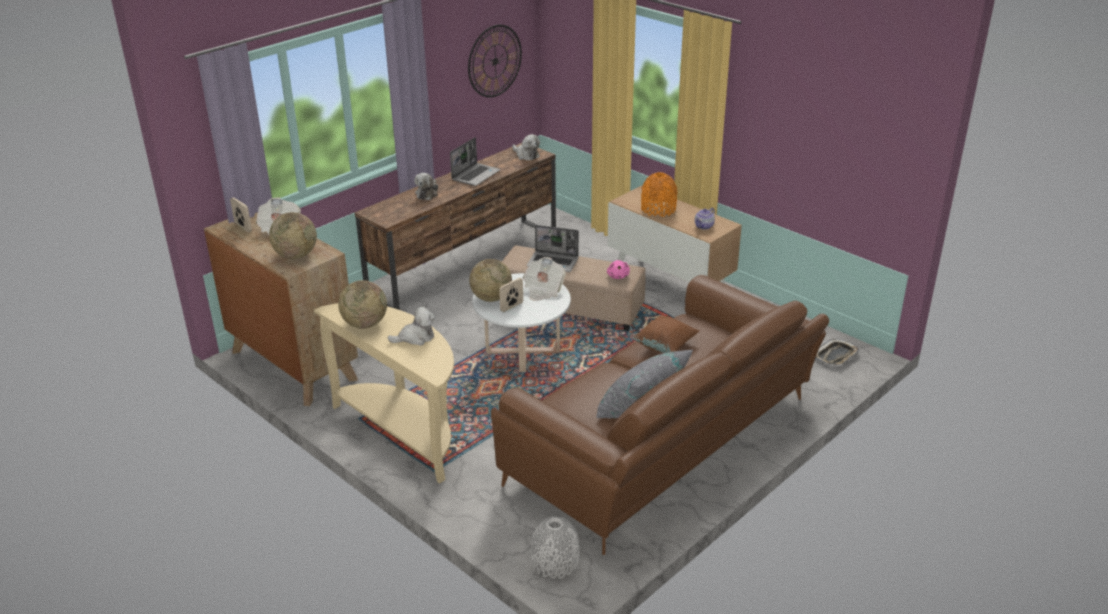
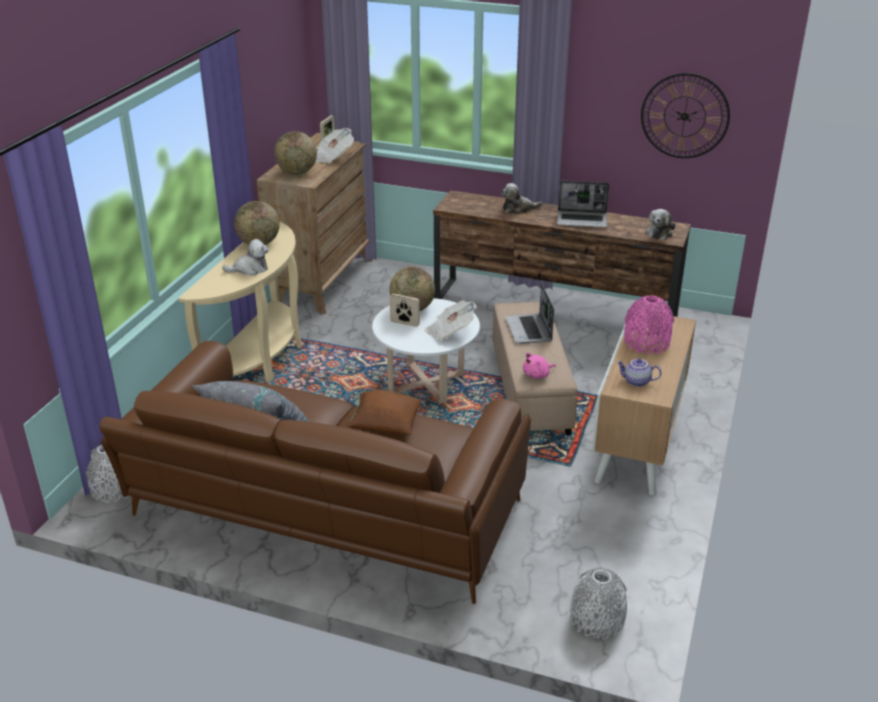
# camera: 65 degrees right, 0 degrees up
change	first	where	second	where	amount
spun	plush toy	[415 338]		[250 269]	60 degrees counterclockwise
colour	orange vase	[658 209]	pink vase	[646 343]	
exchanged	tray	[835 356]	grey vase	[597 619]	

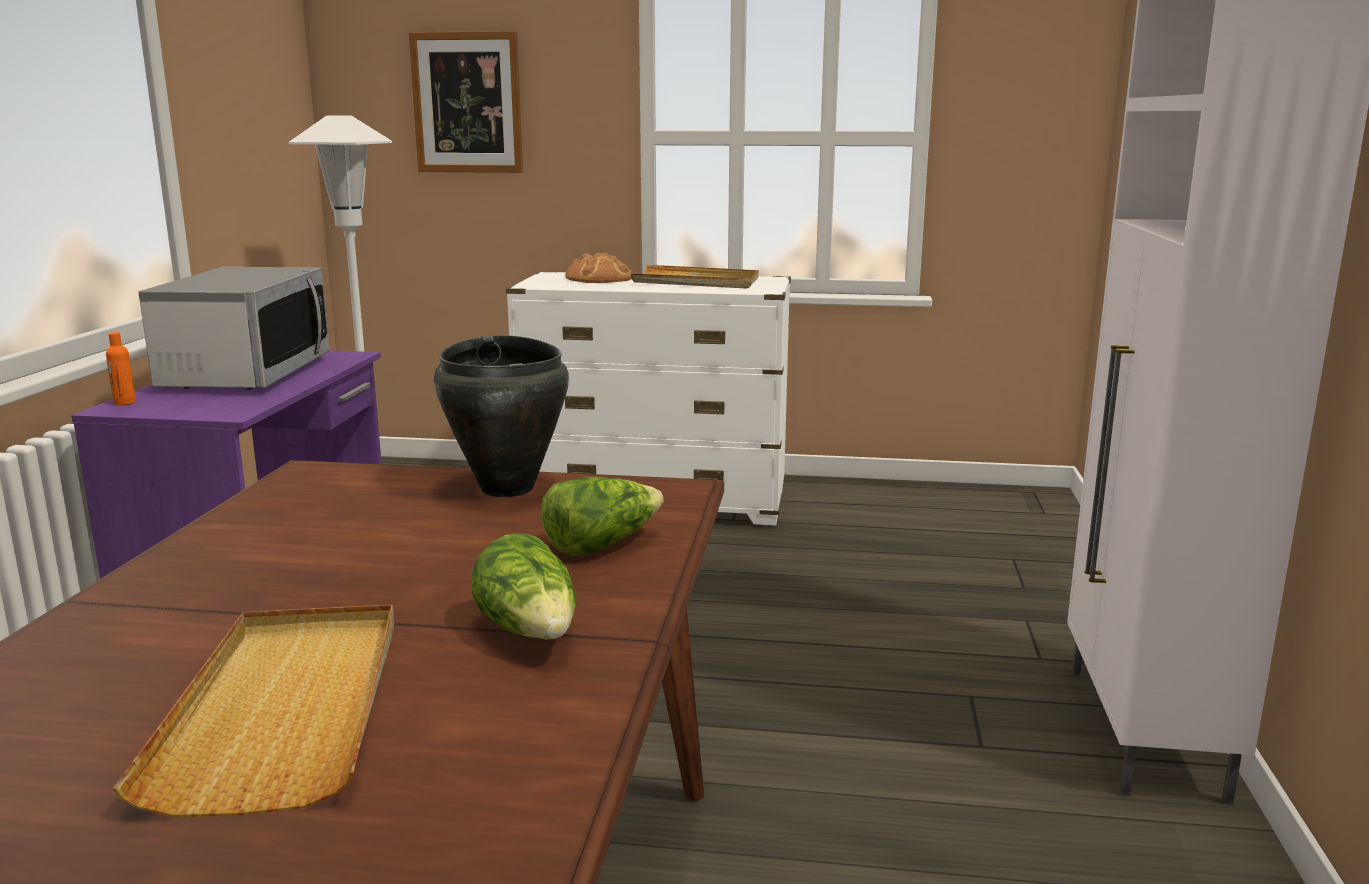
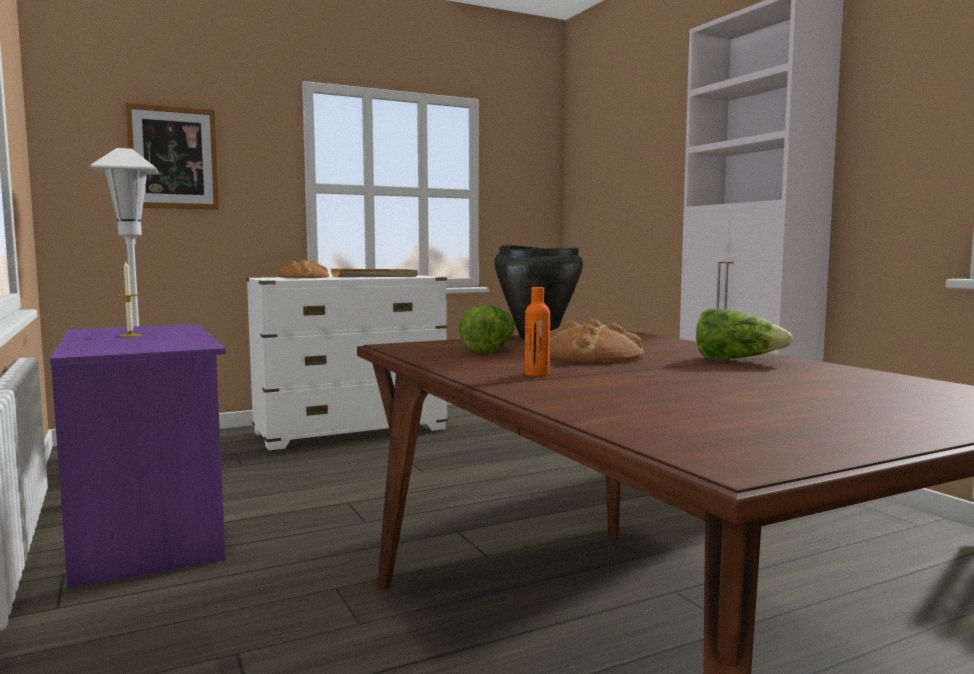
# camera: 35 degrees left, 10 degrees down
change	first	where	second	where	amount
relocated	orange bottle	[124 403]		[537 374]	
missing	beige tray	[286 709]			
exchanged	microwave	[246 374]	candle	[130 335]	
relocated	lettuce	[601 545]		[489 350]	
appeared			bread	[592 355]	

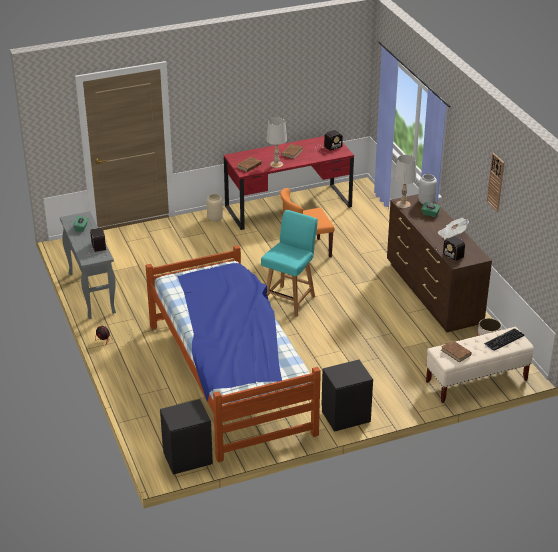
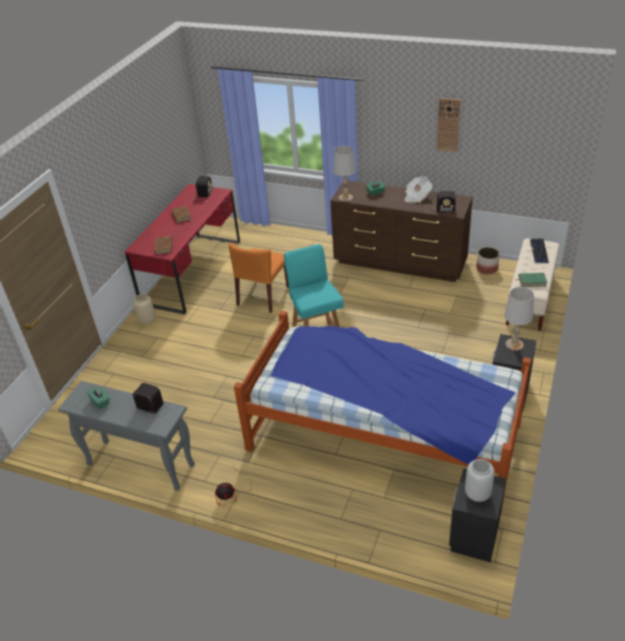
# camera: 45 degrees left, 5 degrees up
change	first	where	second	where	amount
relocated	white table lamp	[276 164]		[514 344]	
relocated	grey vase	[426 202]		[477 494]	
colour	brown book	[455 352]	green book	[532 281]	

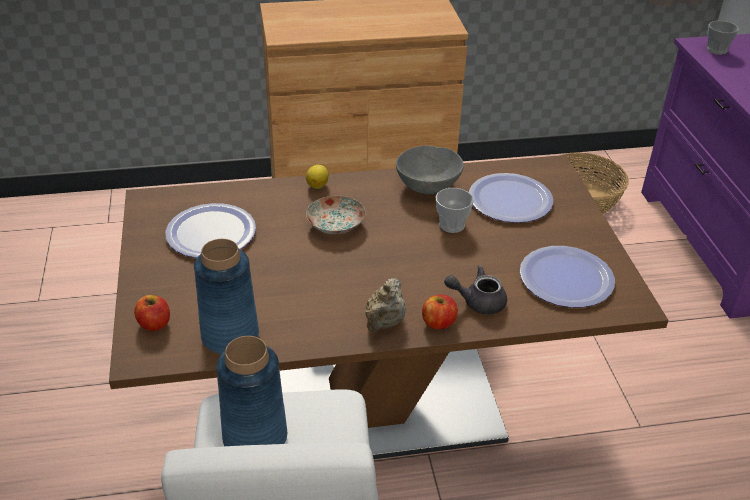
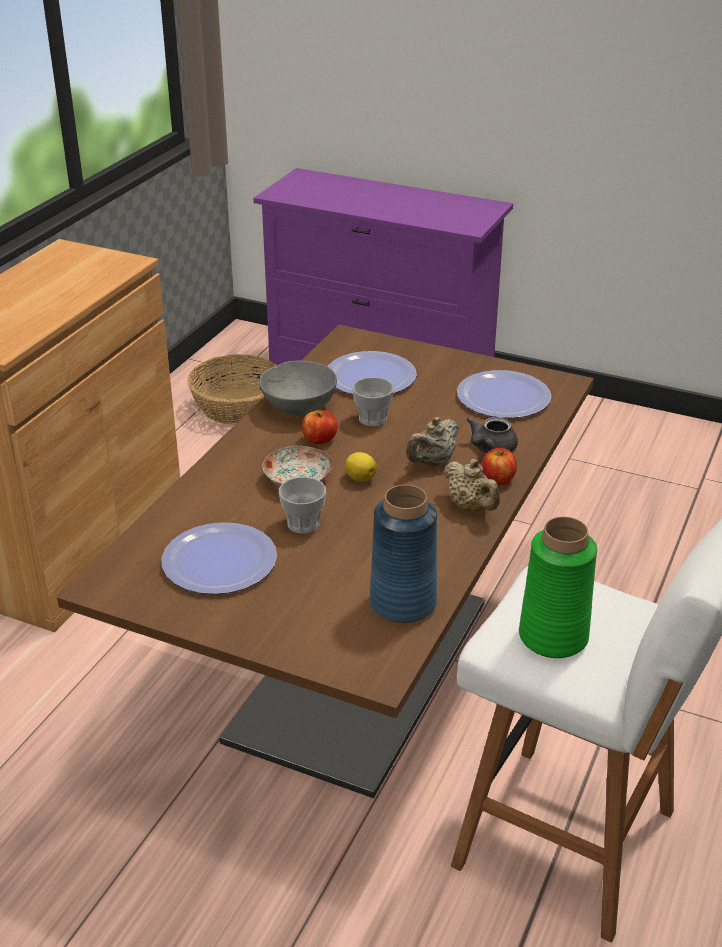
# camera: 55 degrees left, 5 degrees down
change	first	where	second	where	amount
relocated	apple	[154 324]		[319 439]	
colour	blue vase	[254 437]	green vase	[552 637]	
relocated	lemon	[318 185]		[360 478]	
relocated	cup	[716 50]		[303 524]	
appeared			beige teapot	[432 462]	

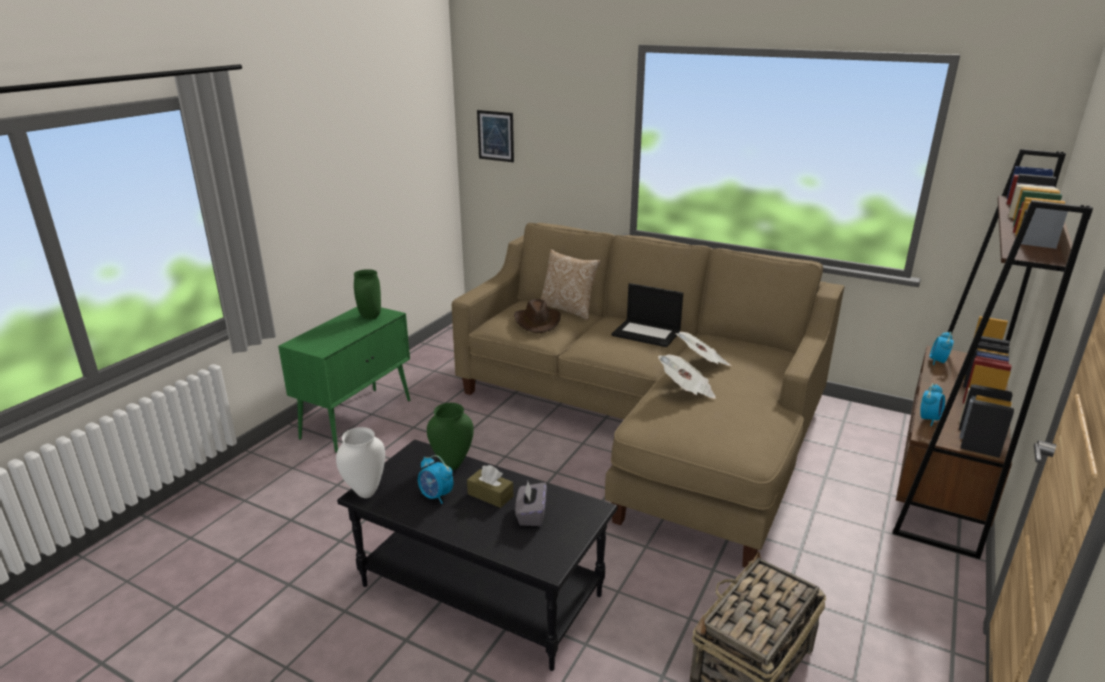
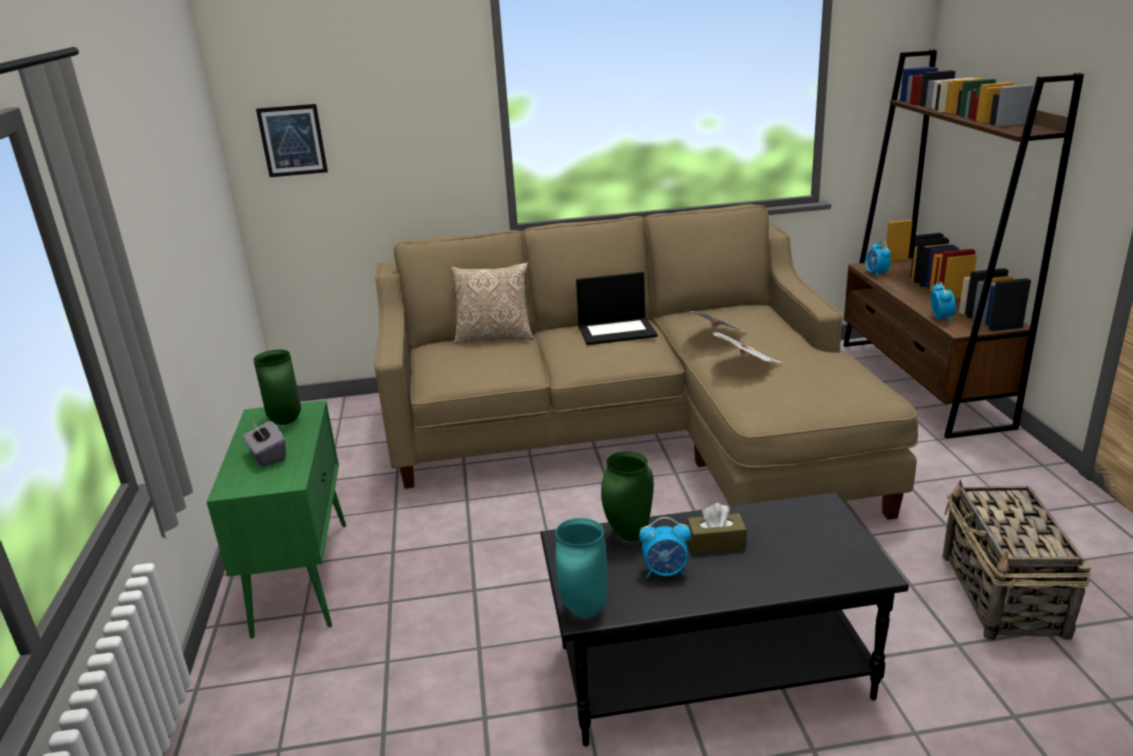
# camera: 35 degrees left, 0 degrees up
change	first	where	second	where	amount
colour	white vase	[366 493]	turquoise vase	[585 611]	
missing	brown hat	[537 322]			
relocated	grey tissue box	[531 514]		[267 456]	

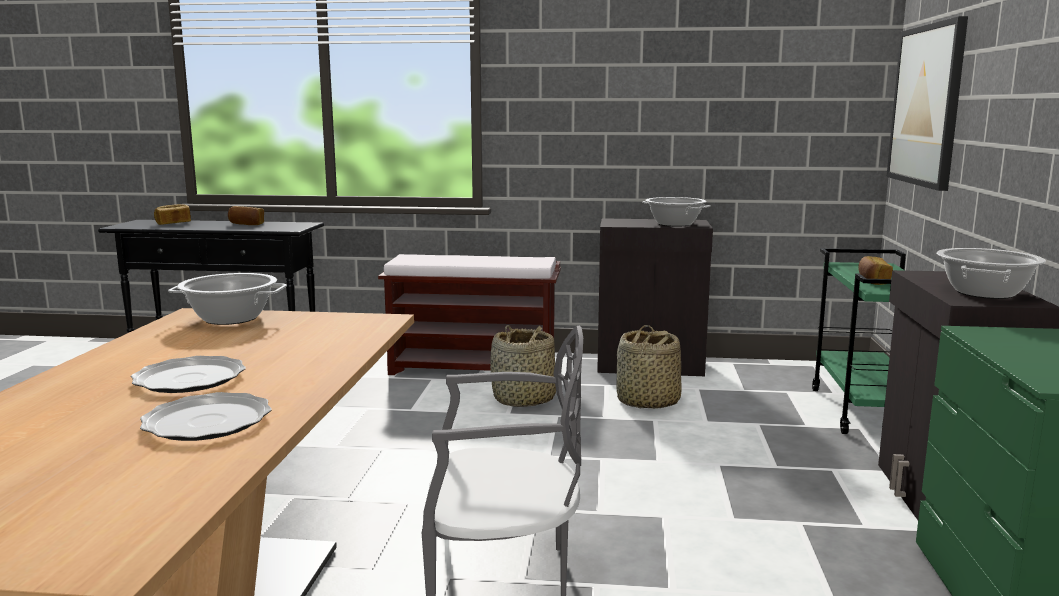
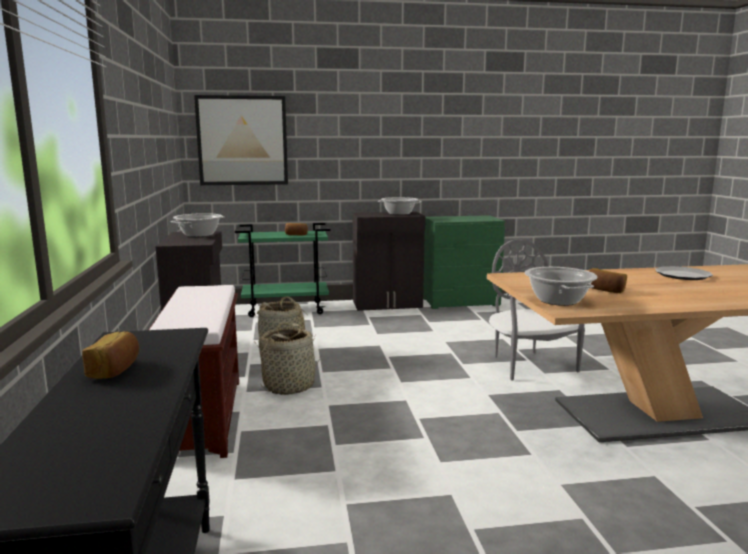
# camera: 105 degrees left, 0 degrees up
change	first	where	second	where	amount
missing	plate	[190 379]			
relocated	bread	[173 223]		[605 290]	

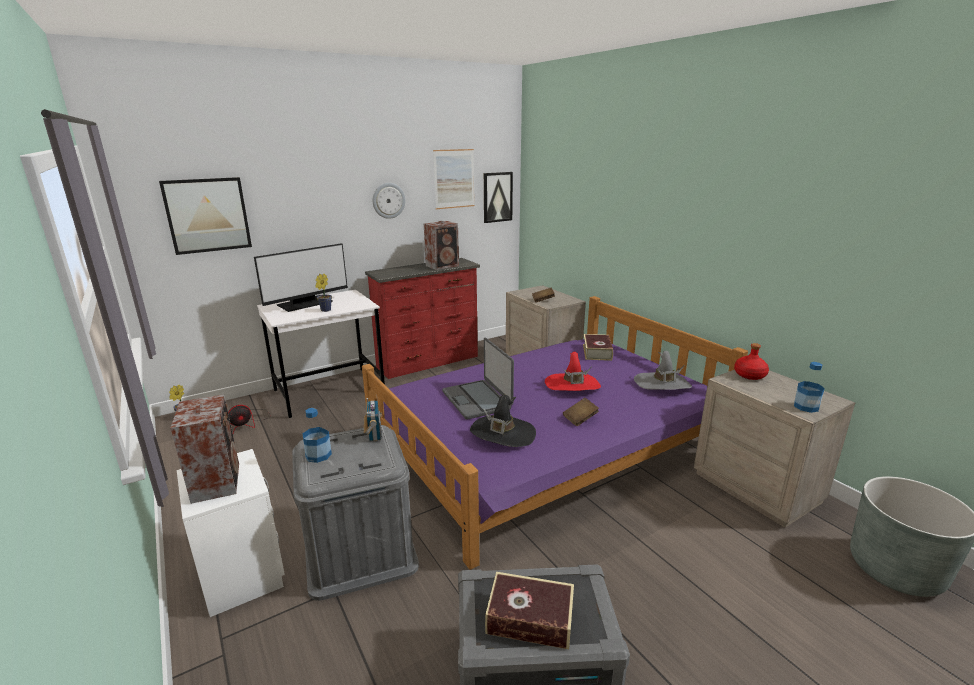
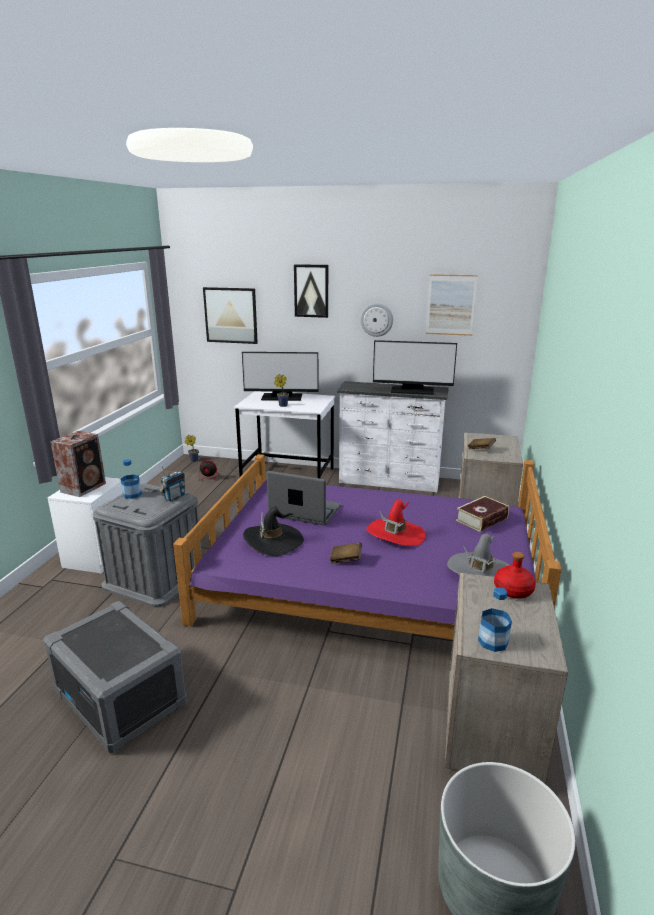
# camera: 45 degrees right, 0 degrees up
change	first	where	second	where	amount
colour	red dresser	[429 362]	white dresser	[389 481]	
exchanged	speaker	[443 266]	monitor	[412 390]	
spun	laptop	[477 400]		[304 512]	90 degrees clockwise
relocated	picture	[497 197]		[311 291]	
missing	book	[530 618]			

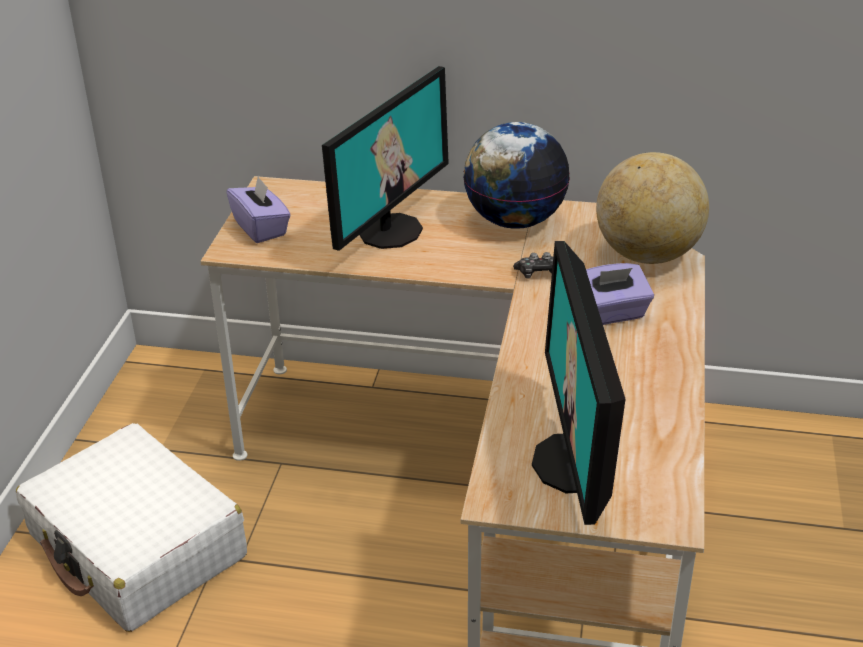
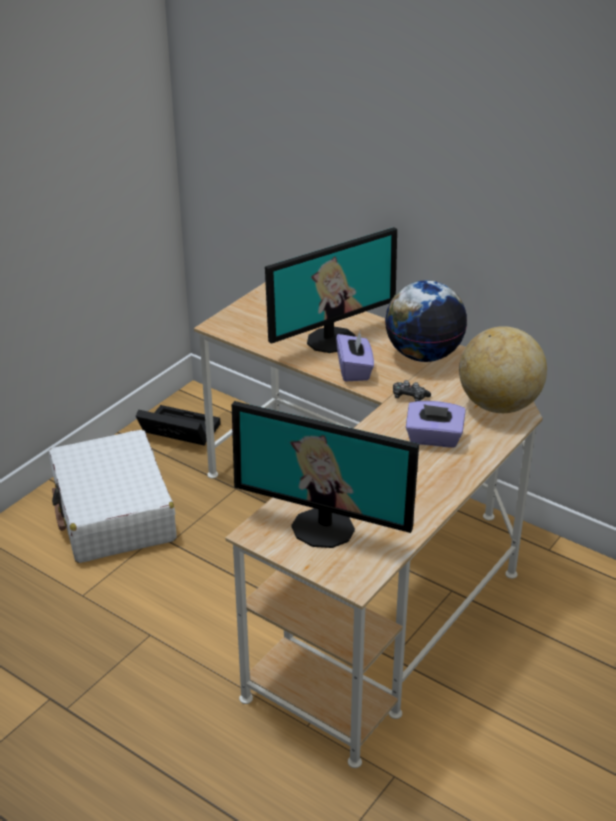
# camera: 25 degrees right, 0 degrees up
change	first	where	second	where	amount
relocated	purple tissue box	[261 228]		[354 370]	
spun	monitor	[574 463]		[323 527]	90 degrees counterclockwise
appeared			black storage box	[177 431]	

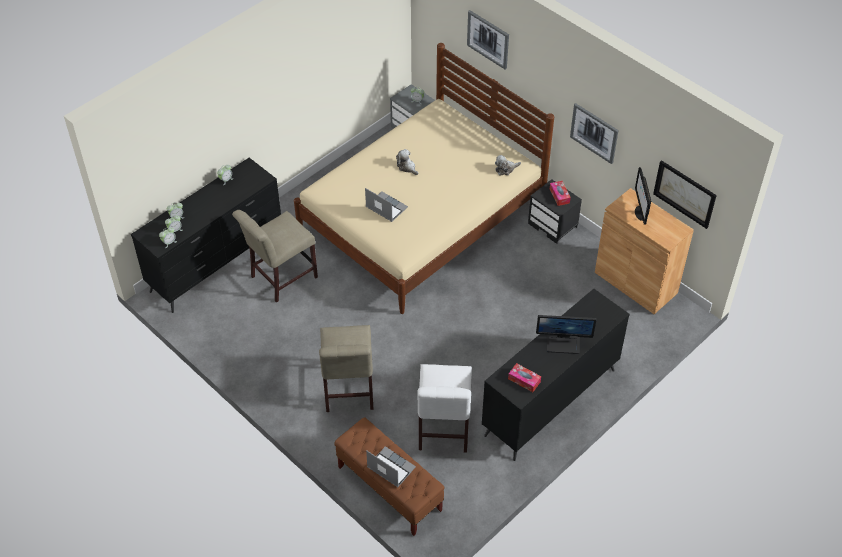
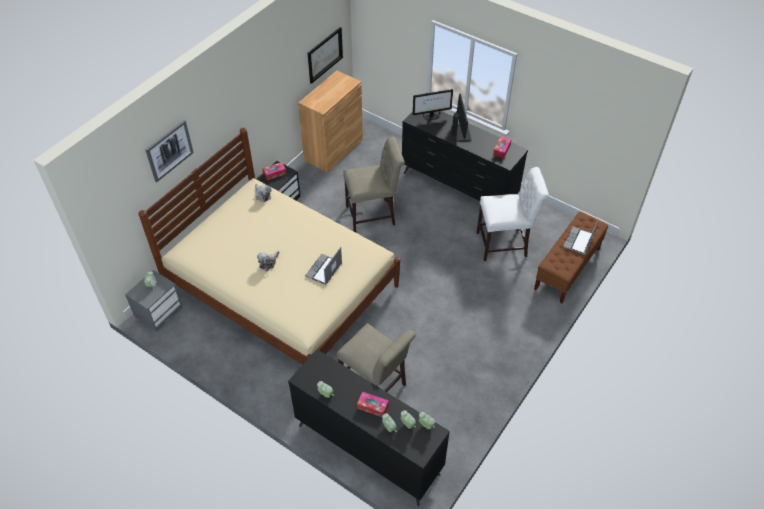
# camera: 100 degrees left, 0 degrees up
change	first	where	second	where	amount
relocated	beige chair	[348 391]		[373 215]	
missing	picture	[594 133]			
relocated	monitor	[640 213]		[431 117]	
appeared			tissue box	[372 406]	

